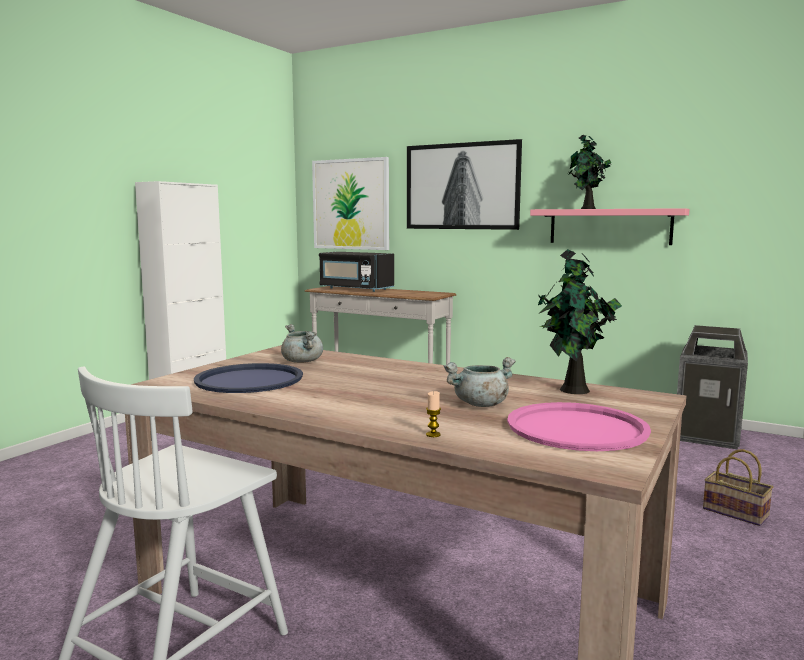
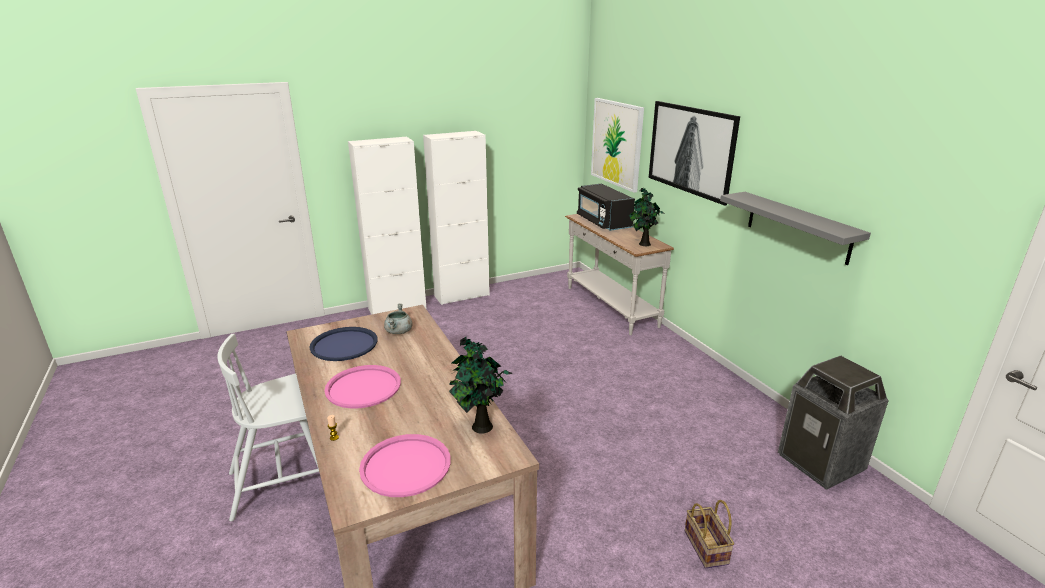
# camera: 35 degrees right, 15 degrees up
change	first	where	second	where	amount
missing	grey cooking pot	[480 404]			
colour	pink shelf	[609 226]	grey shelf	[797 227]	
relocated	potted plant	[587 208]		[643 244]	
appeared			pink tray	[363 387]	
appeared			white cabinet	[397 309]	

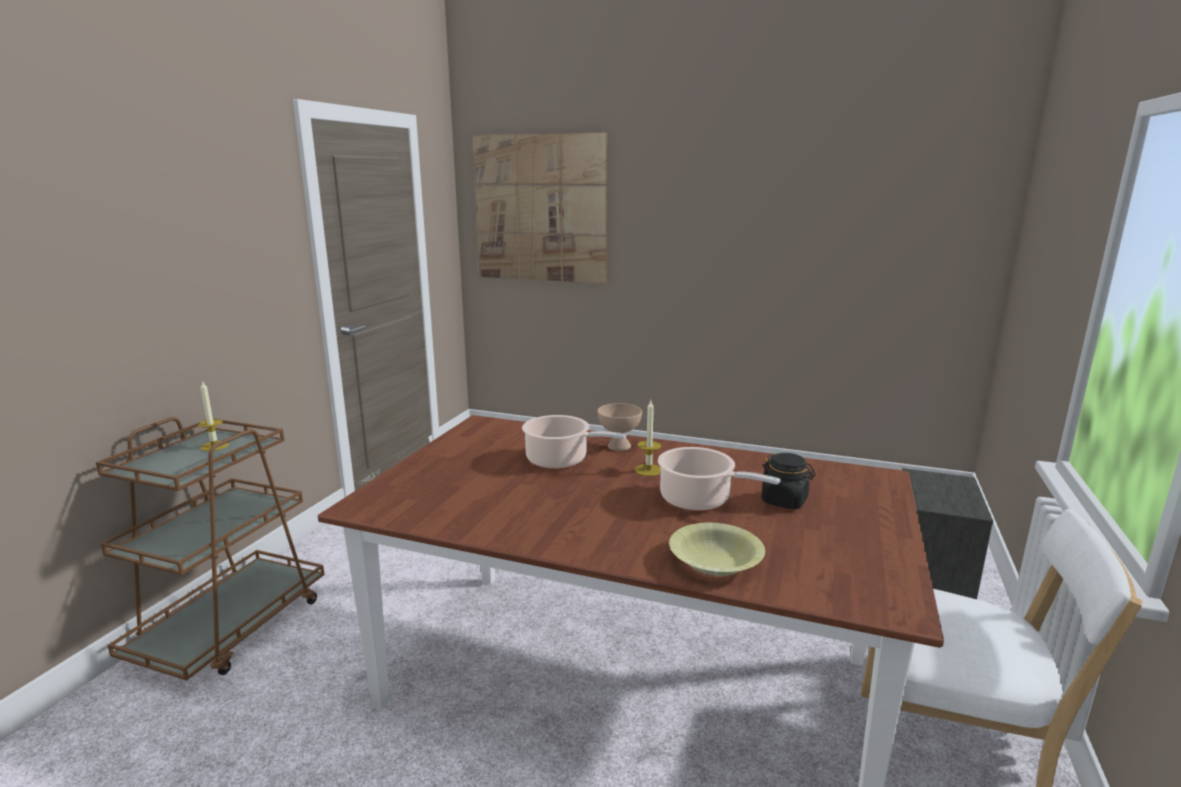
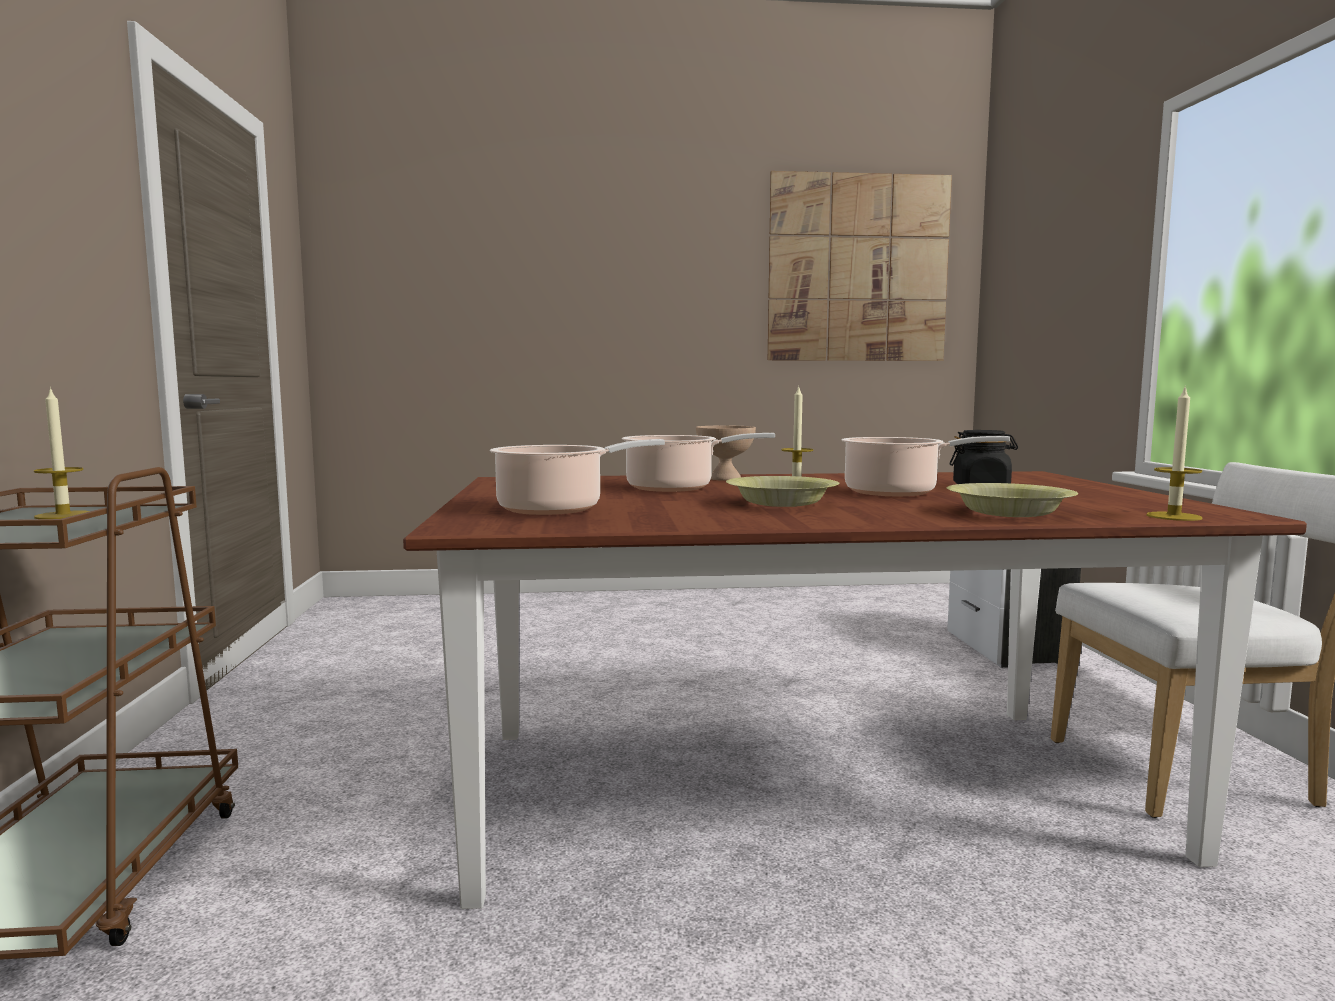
# camera: 25 degrees left, 10 degrees down
change	first	where	second	where	amount
relocated	picture	[540 209]		[858 268]	
appeared			cooking pot	[557 508]	
appeared			yellow bowl	[781 503]	
appeared			candle	[1174 516]	

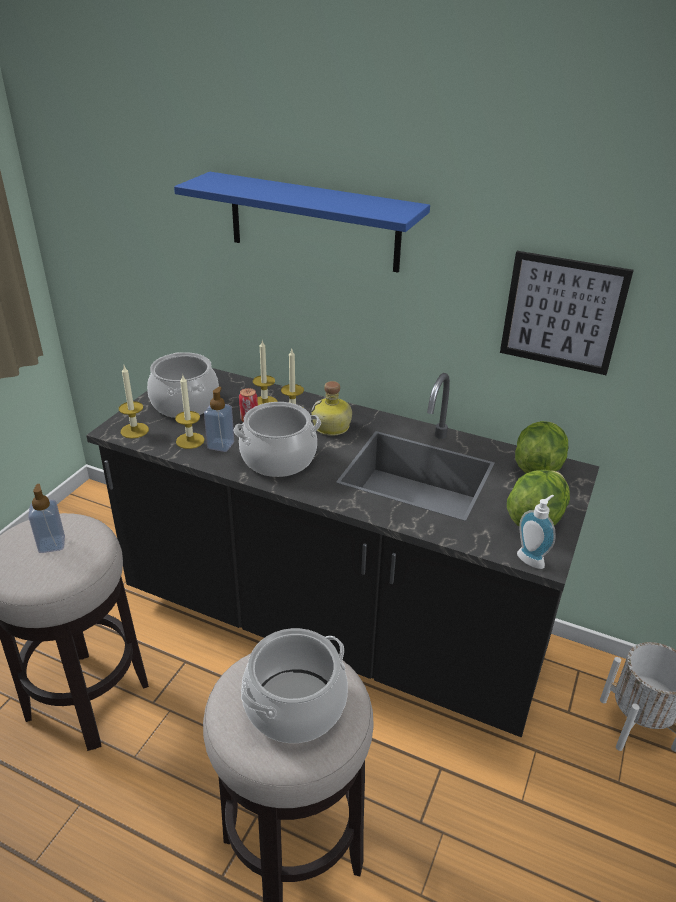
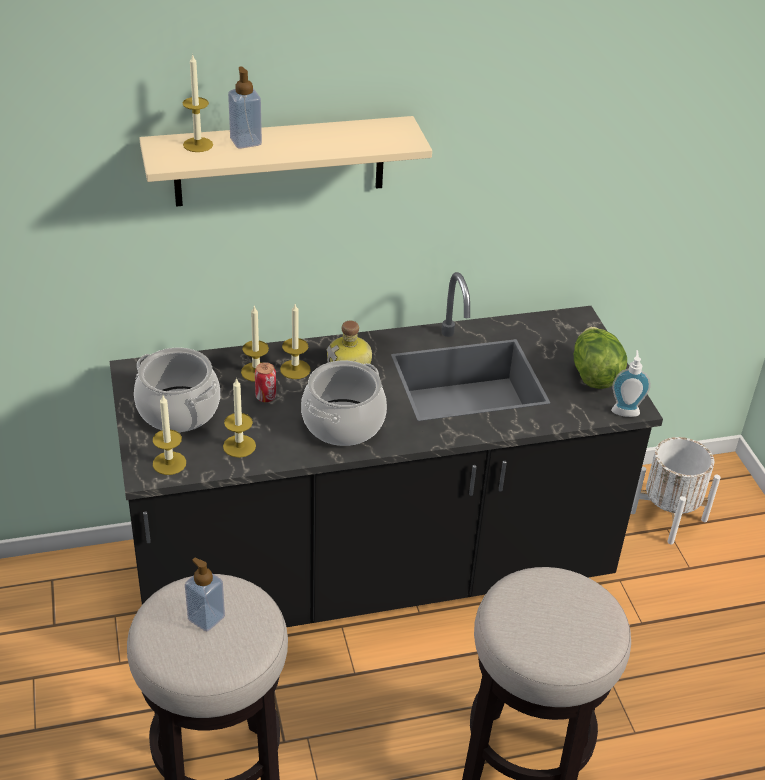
# camera: 40 degrees left, 5 degrees up
change	first	where	second	where	amount
colour	blue shelf	[313 222]	beige shelf	[280 161]	
relocated	soap dispenser	[221 445]		[246 141]	
missing	cooking pot	[295 706]			
missing	picture	[562 313]			
missing	lettuce	[538 466]			
appeared			candle	[198 145]	

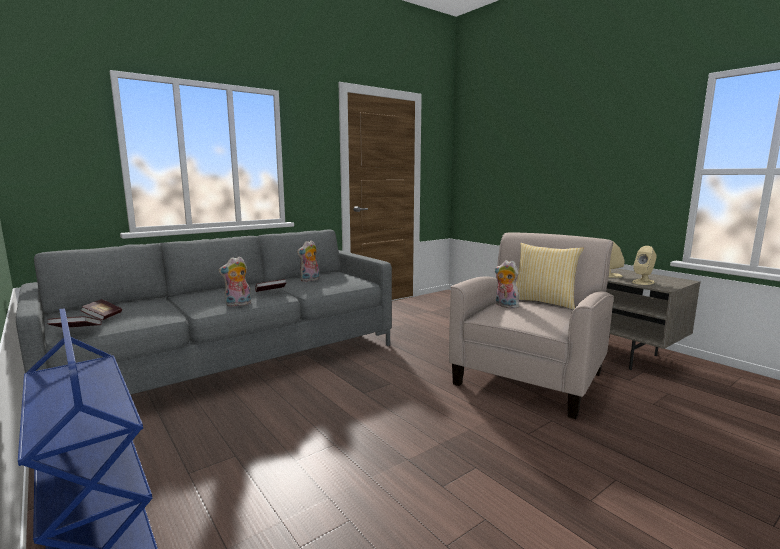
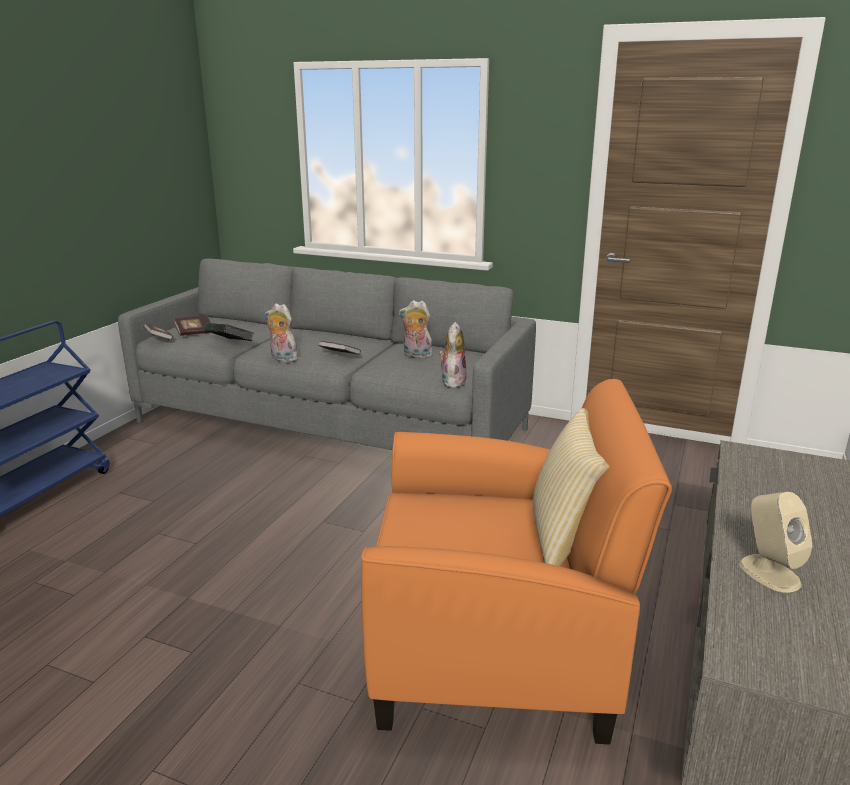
# camera: 60 degrees right, 10 degrees up
change	first	where	second	where	amount
colour	beige armchair	[529 378]	orange armchair	[496 650]	
relocated	plush toy	[505 306]		[452 381]	
missing	beige speaker	[643 282]			
appeared			book	[230 345]	

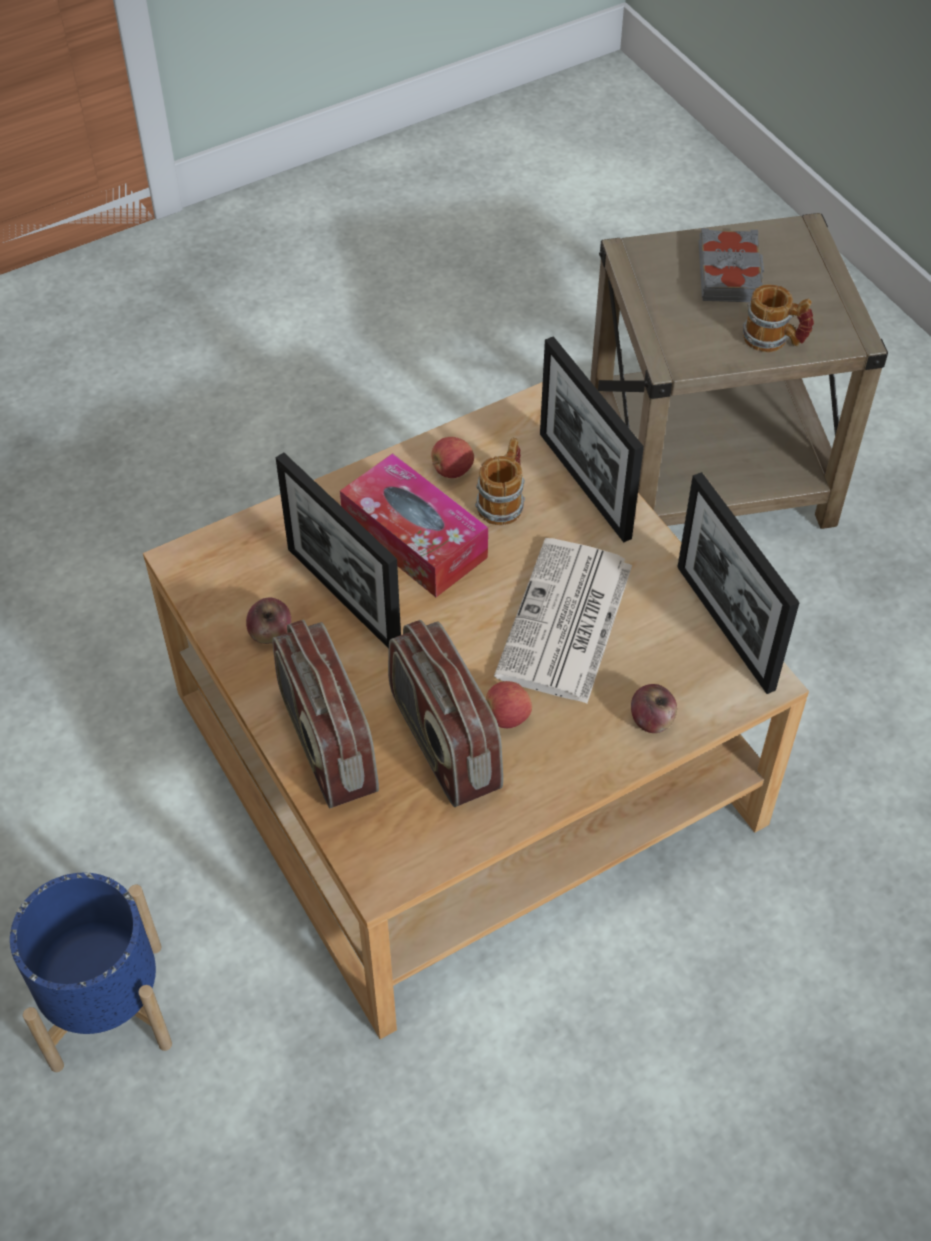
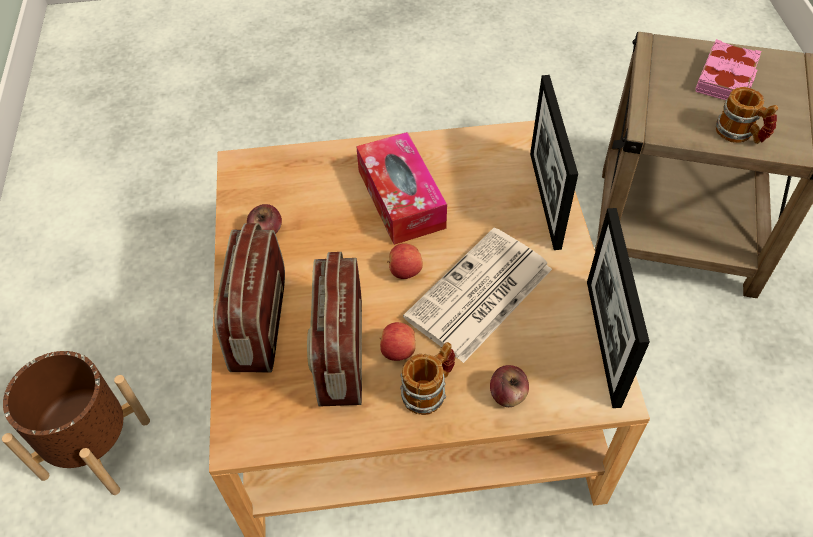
# camera: 25 degrees right, 0 degrees up
change	first	where	second	where	amount
colour	blue planter	[107 1004]	brown planter	[96 447]	
missing	picture frame	[343 597]			
relocated	apple	[452 470]		[405 271]	
relocated	mug	[503 500]		[430 390]	
colour	grey book	[730 273]	pink book	[726 78]	

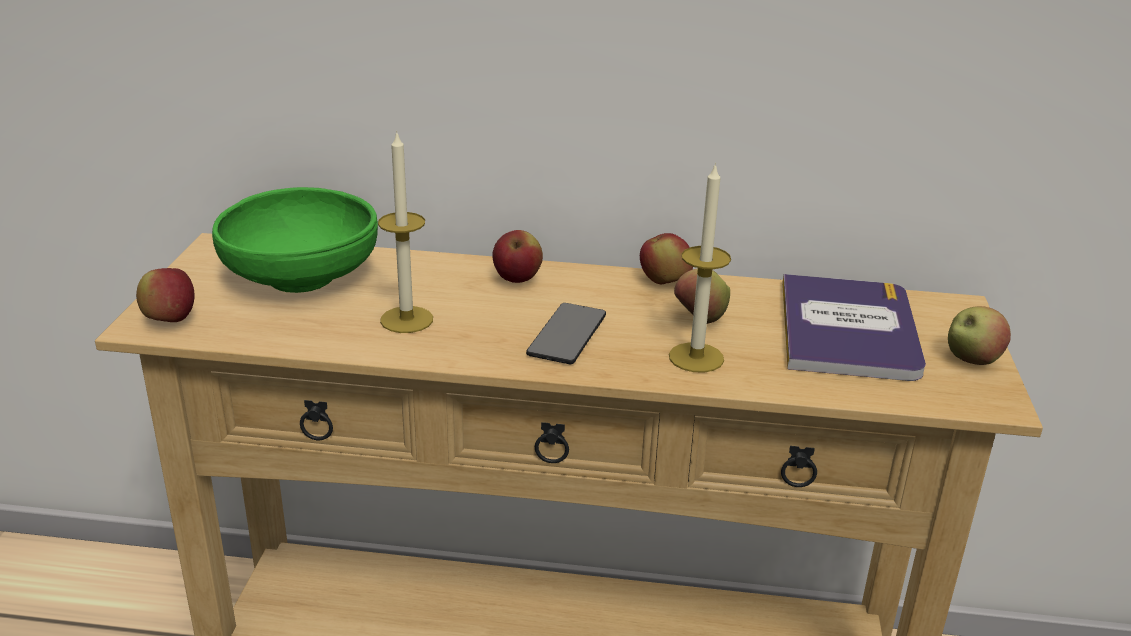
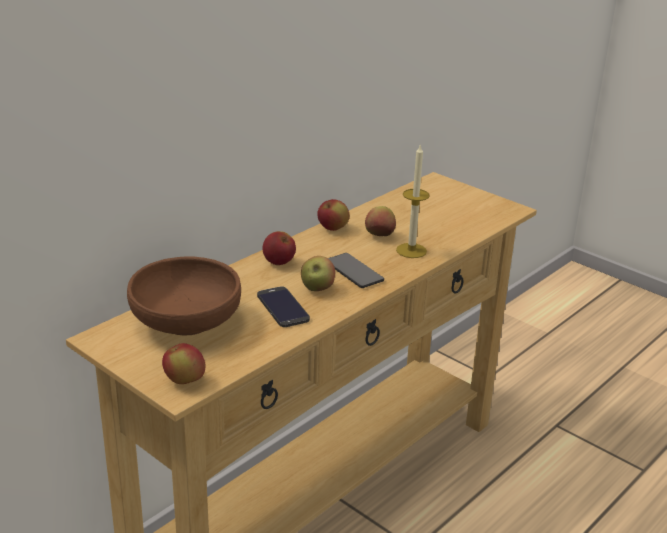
# camera: 55 degrees left, 0 degrees up
change	first	where	second	where	amount
colour	green bowl	[302 277]	brown bowl	[186 322]	
exchanged	candle	[406 319]	phone	[283 307]	
missing	book	[848 329]			
relocated	apple	[971 360]		[317 289]	

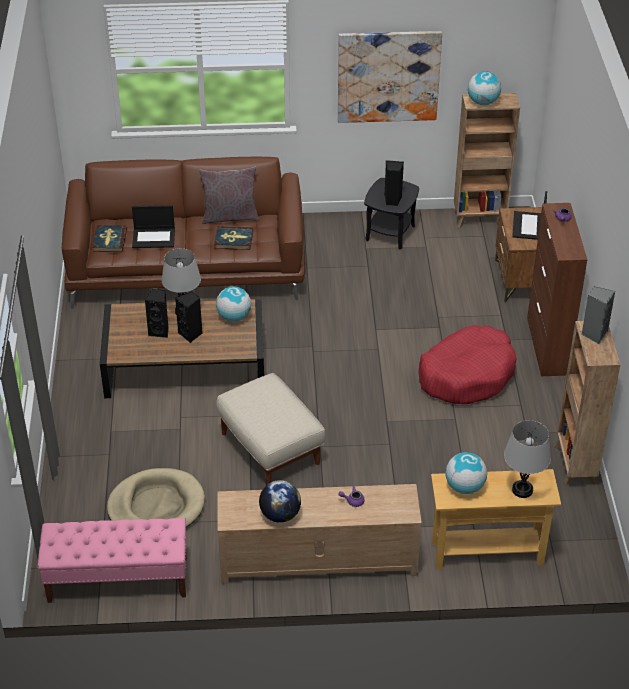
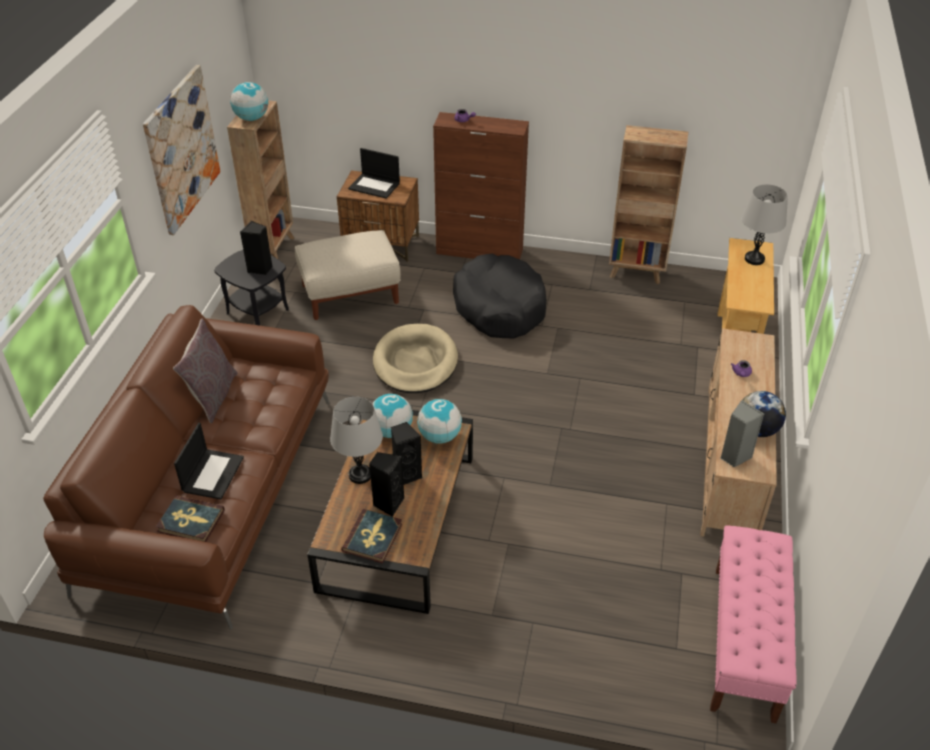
# camera: 75 degrees left, 0 degrees up
change	first	where	second	where	amount
relocated	beige dog bed	[156 506]		[415 362]	
relocated	book	[233 240]		[373 538]	
relocated	beige ottoman	[270 448]		[350 294]	
colour	red dog bed	[466 375]	black dog bed	[499 307]	
relocated	globe	[464 487]		[440 436]	
relocated	grey speaker	[594 334]		[734 456]	

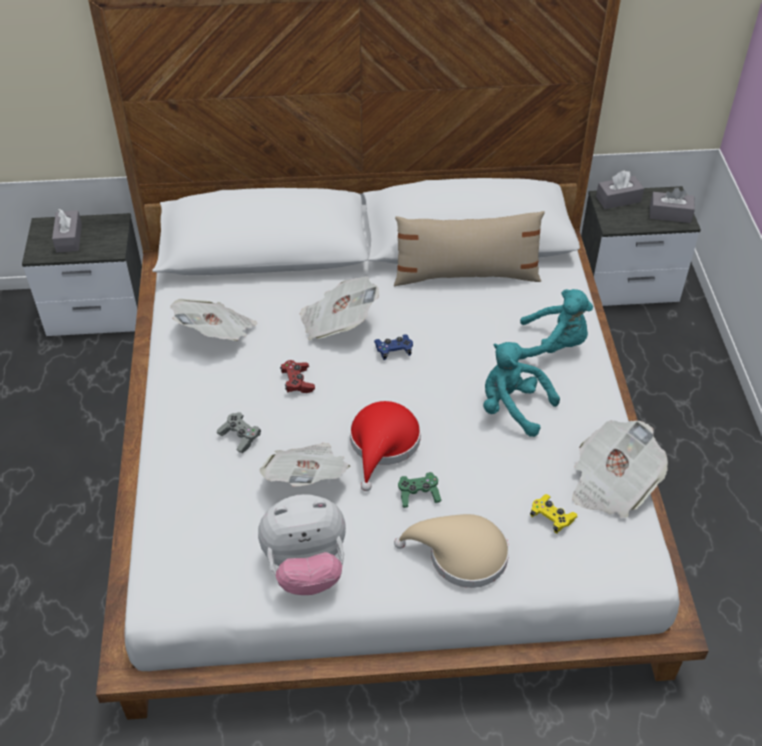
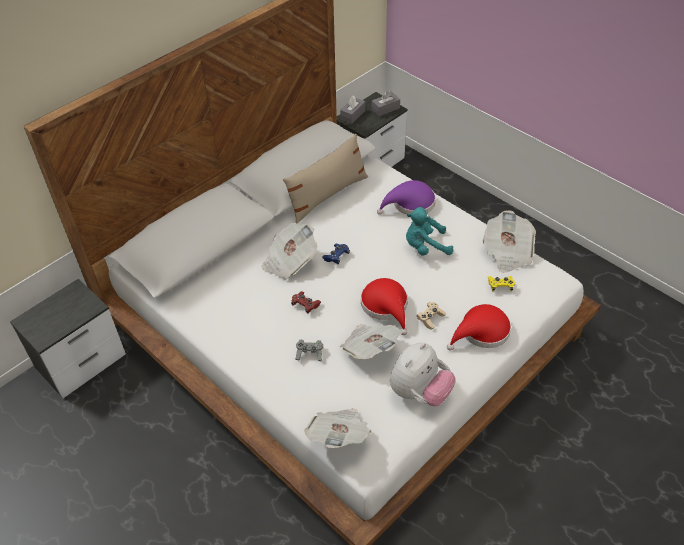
# camera: 40 degrees left, 0 degrees up
change	first	where	second	where	amount
missing	grey tissue box	[69 238]			
relocated	newspaper	[217 334]		[339 436]	
colour	beige hat	[461 555]	red hat	[481 332]	
colour	green game controller	[418 495]	beige game controller	[430 318]	
exchanged	turquoise plush toy	[554 345]	purple hat	[410 204]	

